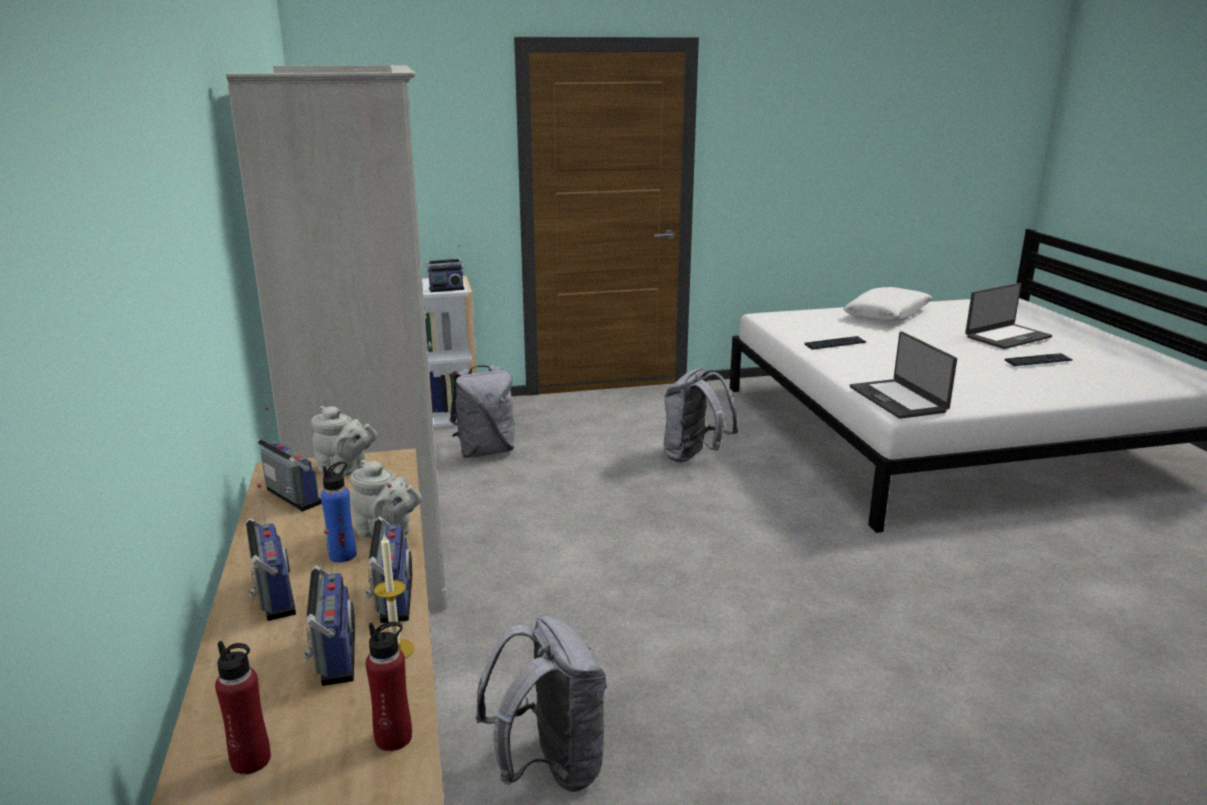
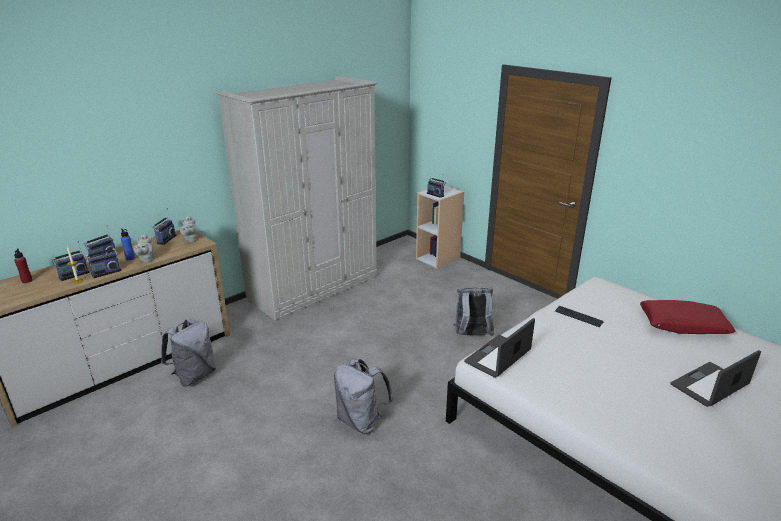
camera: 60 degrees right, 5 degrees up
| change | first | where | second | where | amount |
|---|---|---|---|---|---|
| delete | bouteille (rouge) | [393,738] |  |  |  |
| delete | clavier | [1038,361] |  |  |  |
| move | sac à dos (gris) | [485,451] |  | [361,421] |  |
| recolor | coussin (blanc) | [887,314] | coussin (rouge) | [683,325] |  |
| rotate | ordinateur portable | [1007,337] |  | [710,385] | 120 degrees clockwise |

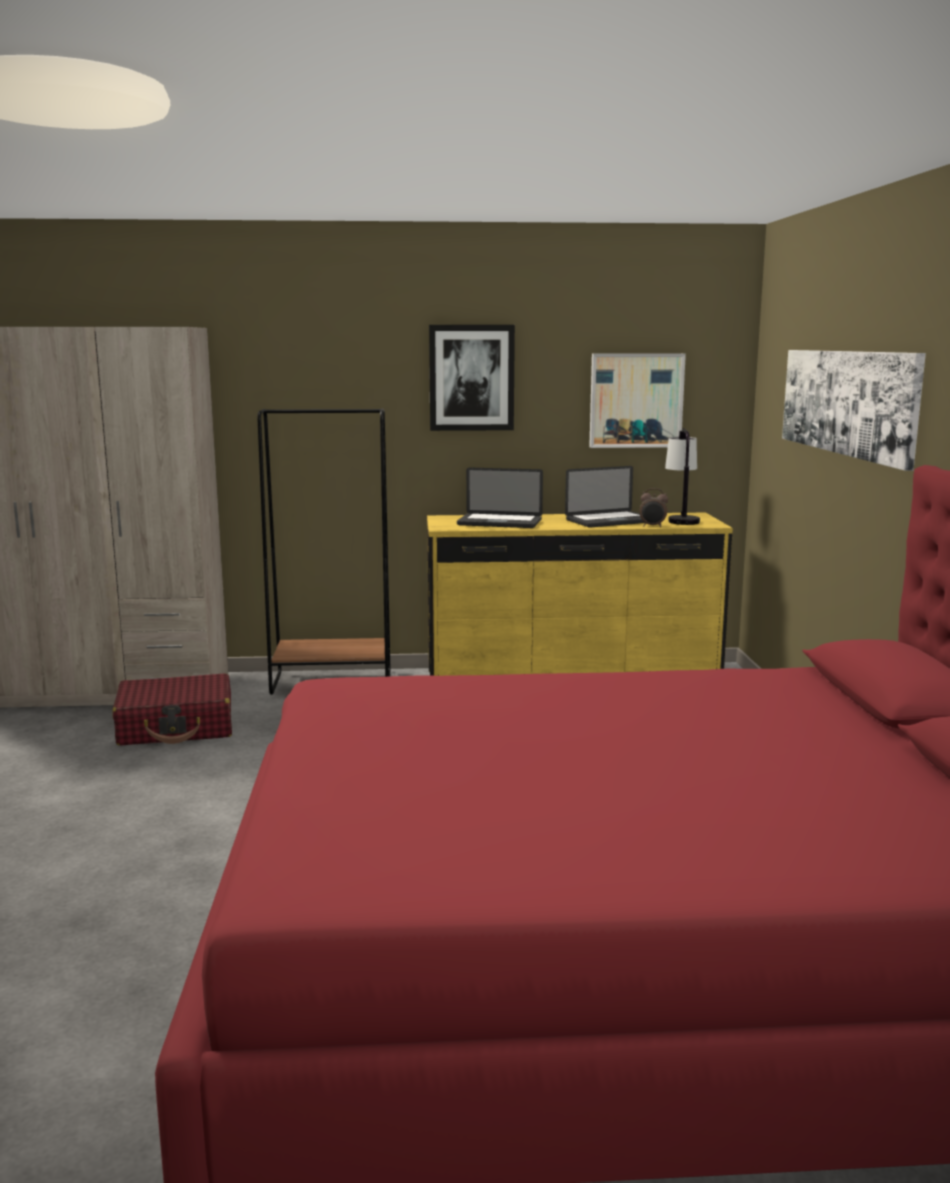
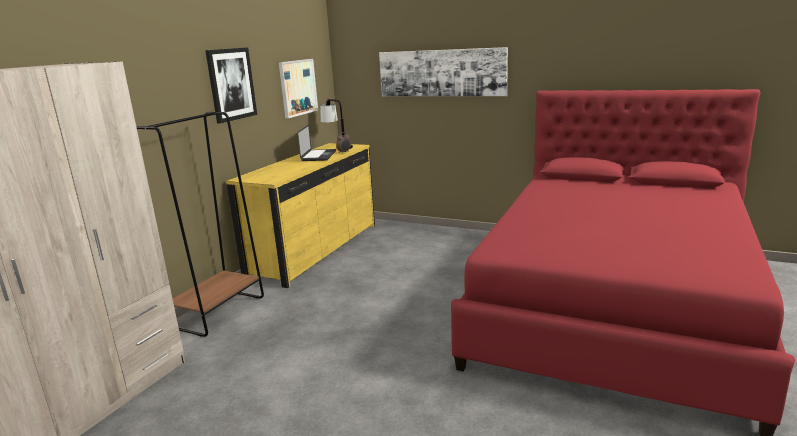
camera: 60 degrees left, 5 degrees up
| change | first | where | second | where | amount |
|---|---|---|---|---|---|
| delete | valise (rouge) | [176,727] |  |  |  |
| delete | ordinateur portable | [499,523] |  |  |  |

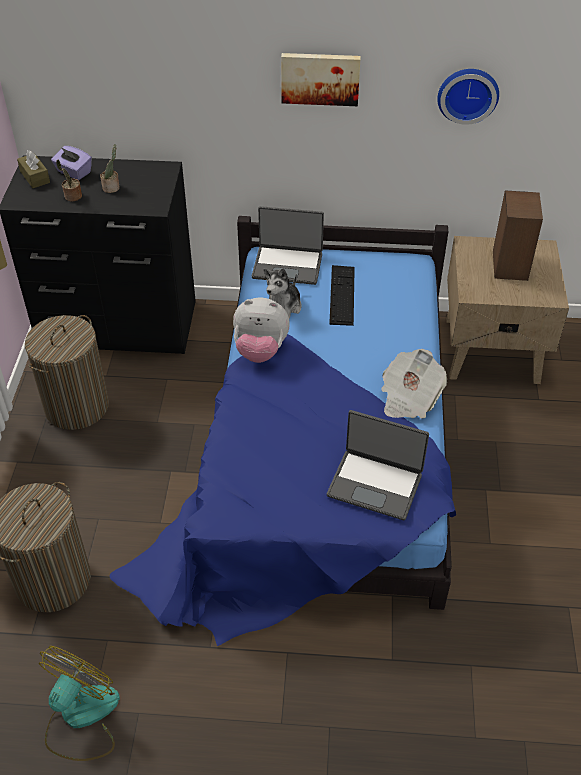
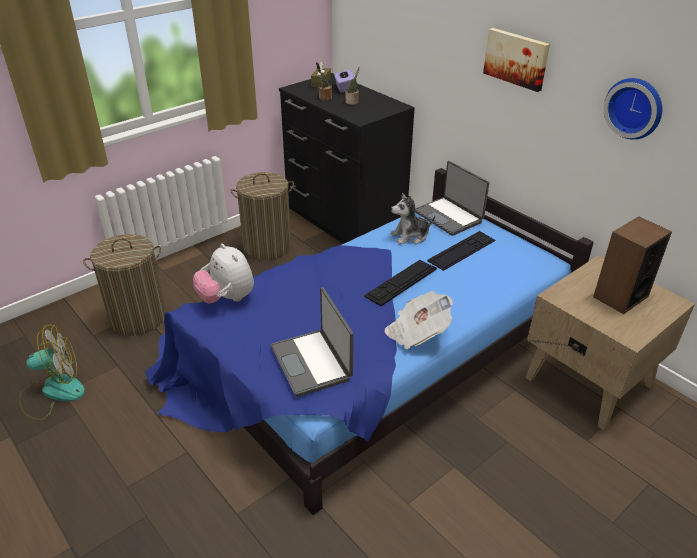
camera: 45 degrees right, 10 degrees down
| change | first | where | second | where | amount |
|---|---|---|---|---|---|
| insert |  |  | clavier | [401,282] |  |
| move | peluche | [260,350] |  | [227,298] |  |

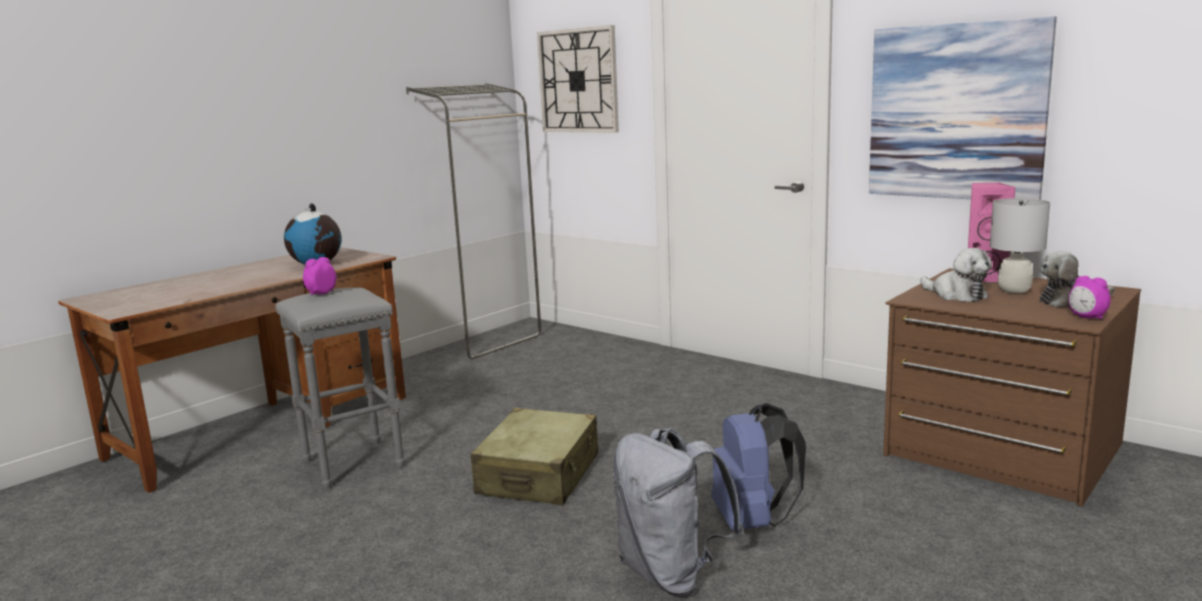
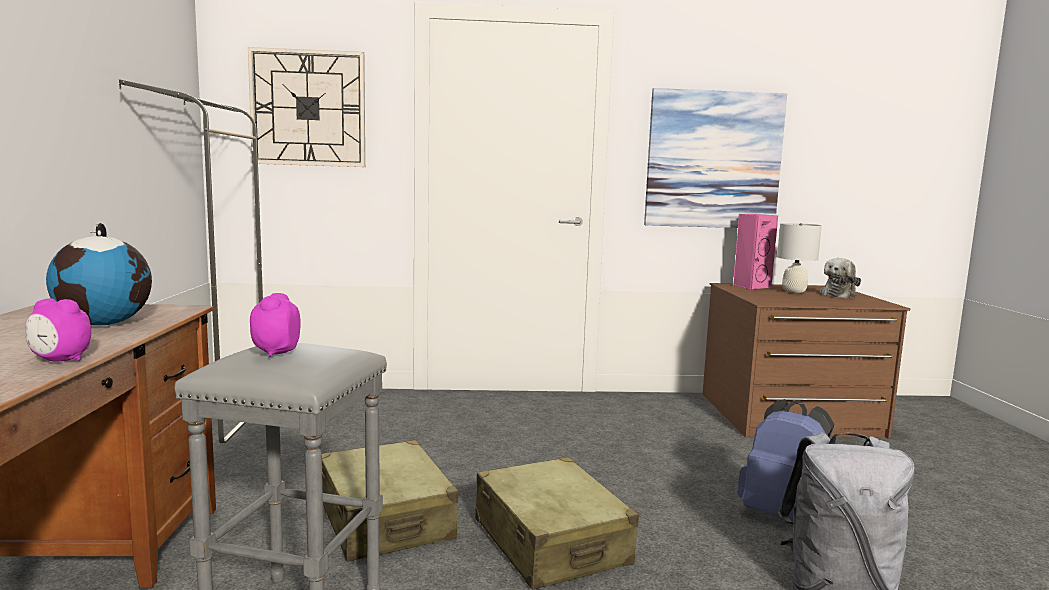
camera: 45 degrees left, 5 degrees down
| change | first | where | second | where | amount |
|---|---|---|---|---|---|
| delete | peluche | [956,295] |  |  |  |
| insert |  |  | valise (beige) | [385,520] |  |
| move | réveil | [1087,317] |  | [60,360] |  |

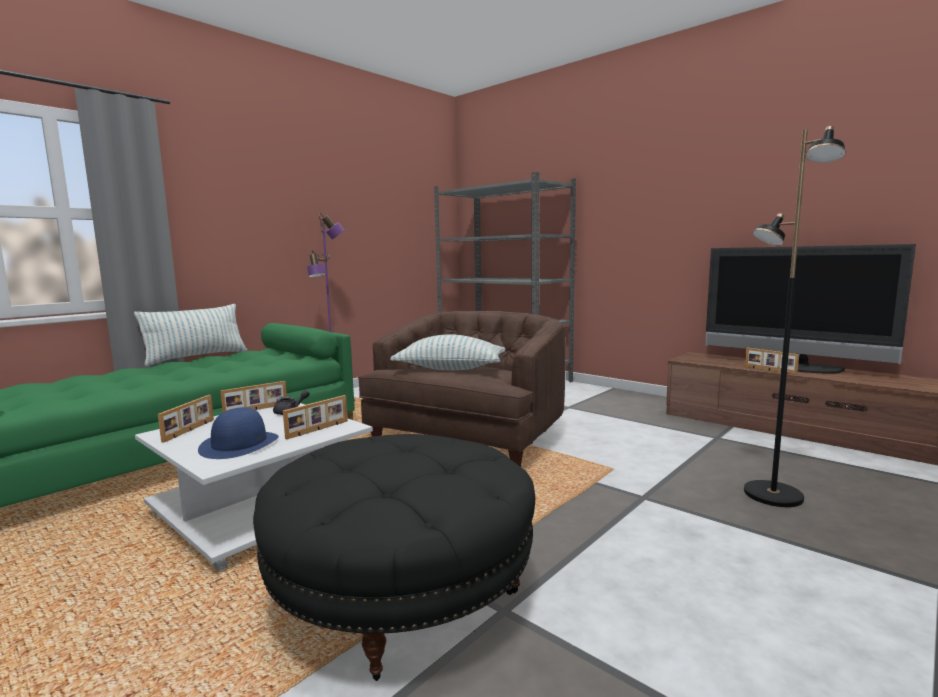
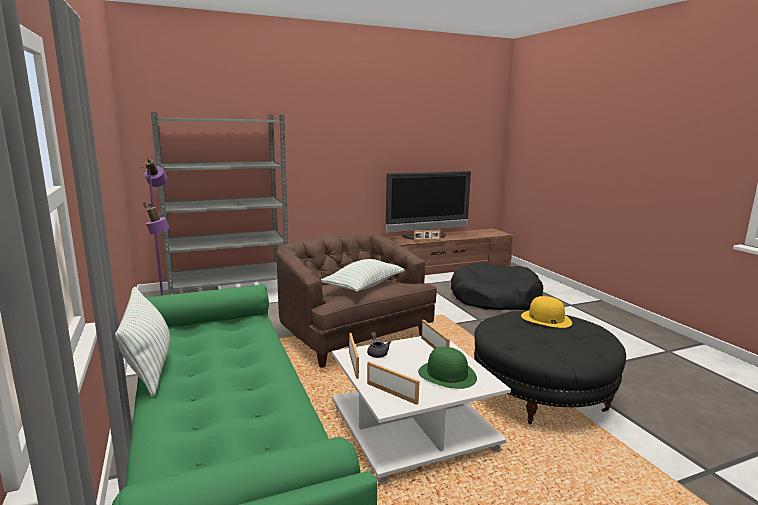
camera: 65 degrees left, 5 degrees up
| change | first | where | second | where | amount |
|---|---|---|---|---|---|
| insert |  |  | chapeau (jaune) | [545,319] |  |
| replace | lampadaire (noir) | [772,495] | panier pour chien (noir) | [494,298] |  |
| recolor | chapeau (bleu) | [239,444] | chapeau (vert) | [446,374] |  |

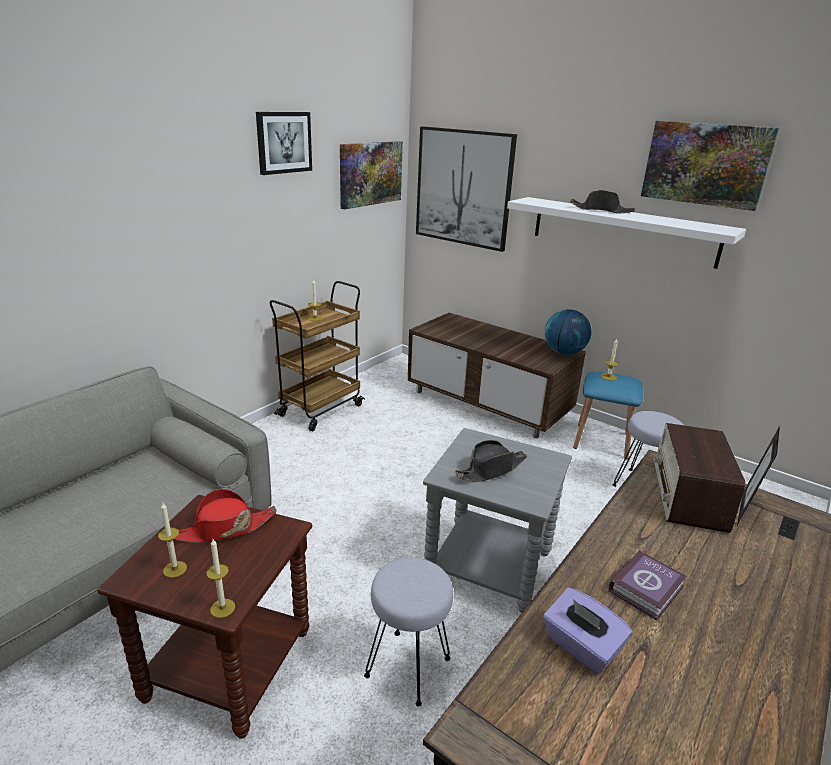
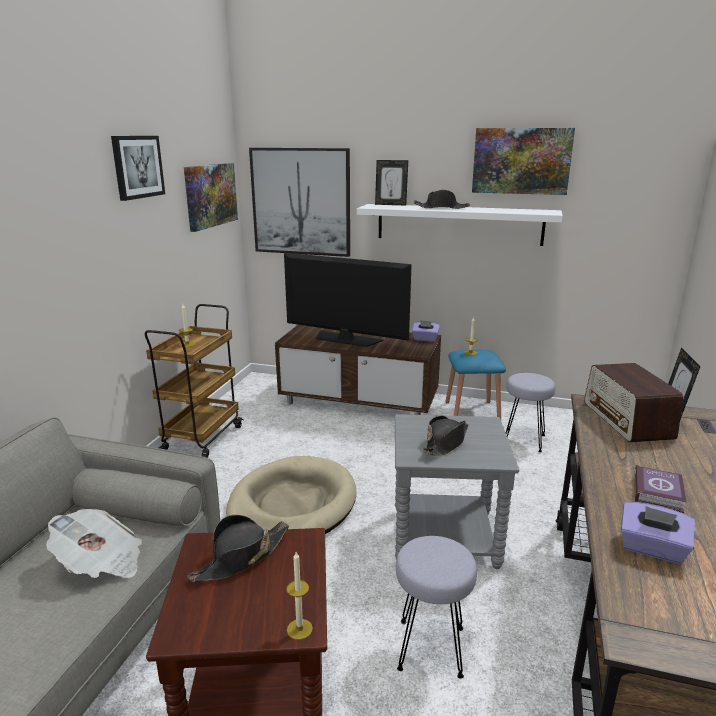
camera: 20 degrees left, 5 degrees down
| change | first | where | second | where | amount |
|---|---|---|---|---|---|
| delete | bougie | [175,569] |  |  |  |
| insert |  |  | journal | [101,563] |  |
| insert |  |  | panier pour chien (beige) | [292,505] |  |
| insert |  |  | téléviseur | [346,339] |  |
| insert |  |  | cadre photo | [391,204] |  |
| replace | globe | [564,353] | boîte à mouchoirs (violet) | [425,339] |  |
| recolor | chapeau (rouge) | [224,529] | chapeau (noir) | [241,557] |  |

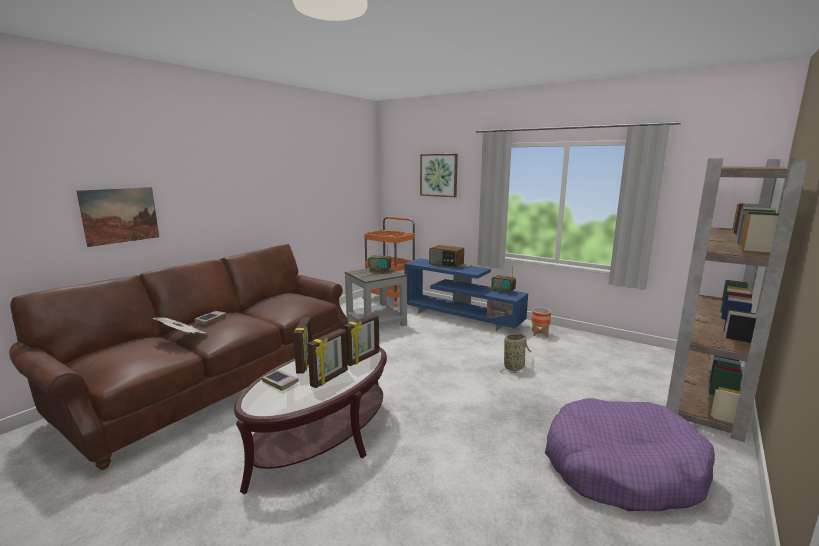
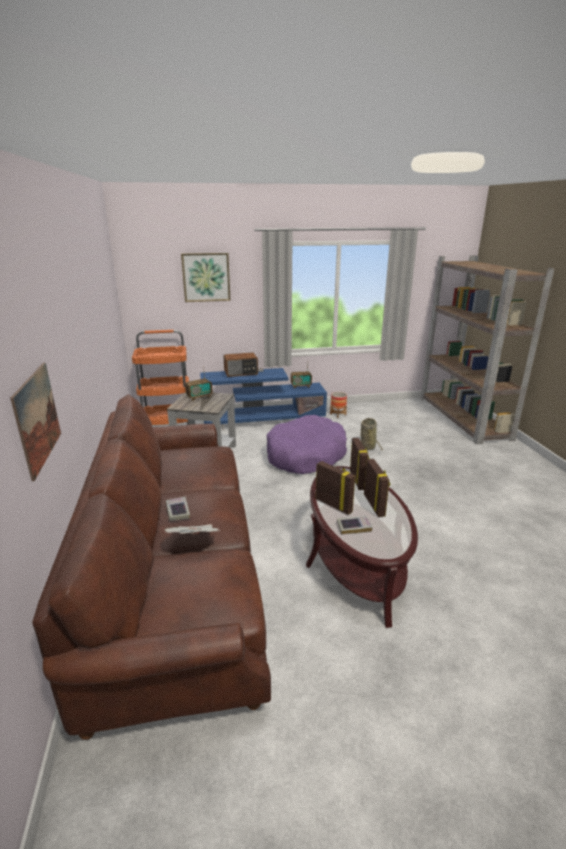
camera: 45 degrees left, 10 degrees up
| change | first | where | second | where | amount |
|---|---|---|---|---|---|
| move | panier pour chien (violet) | [621,468] |  | [305,455] |  |

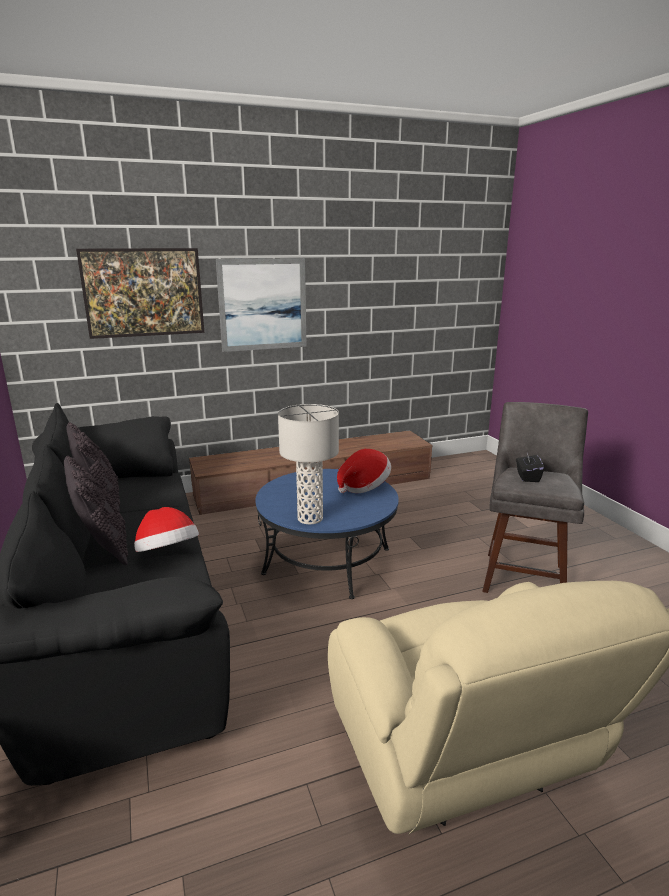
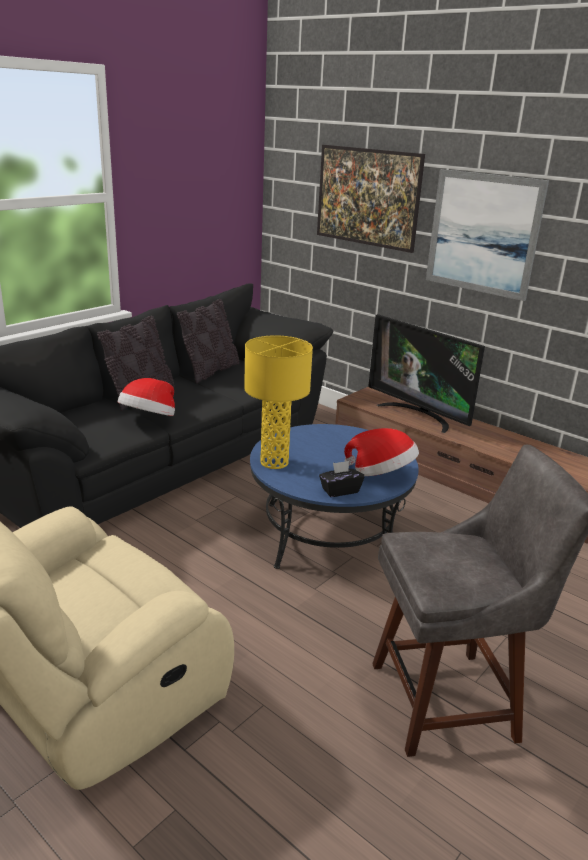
camera: 60 degrees right, 5 degrees up
| change | first | where | second | where | amount |
|---|---|---|---|---|---|
| insert |  |  | téléviseur | [418,415] |  |
| move | boîte à mouchoirs (noir) | [527,477] |  | [340,490] |  |
| recolor | lampe de table (blanc) | [310,518] | lampe de table (jaune) | [274,462] |  |

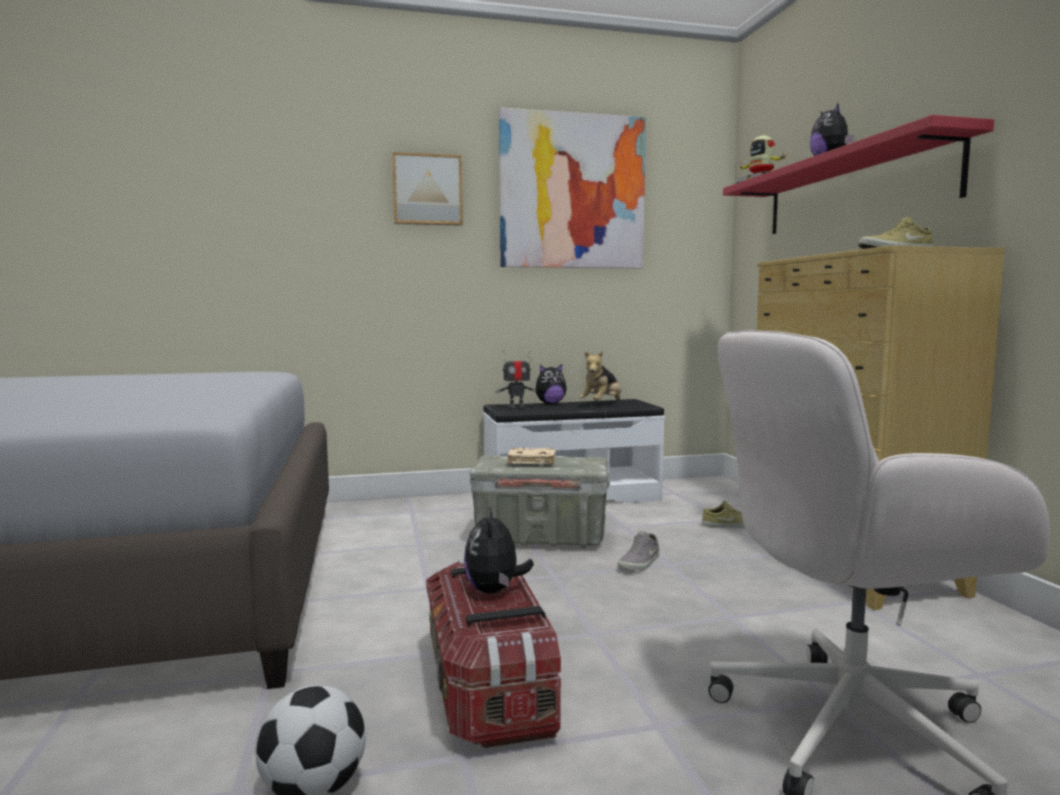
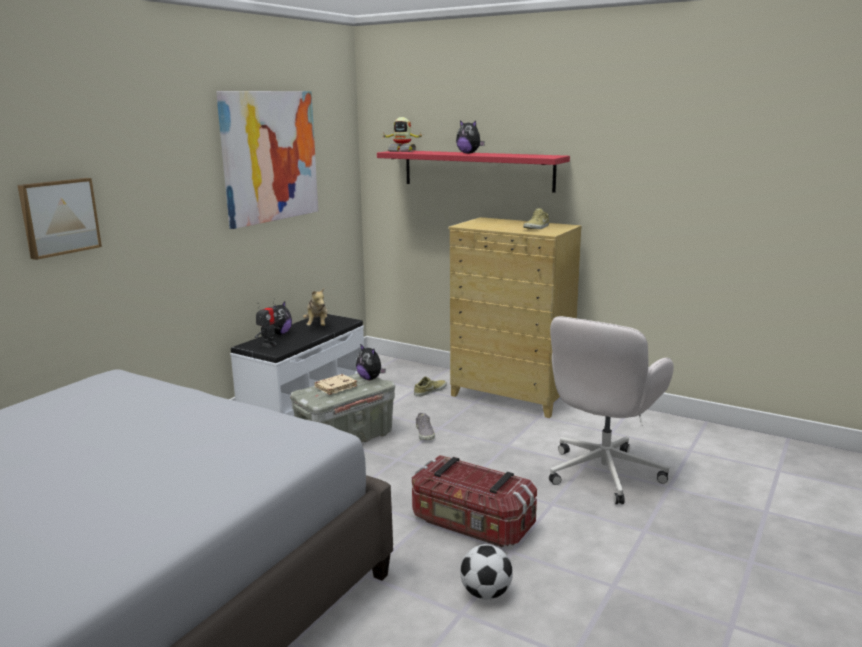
camera: 45 degrees left, 10 degrees up
| change | first | where | second | where | amount |
|---|---|---|---|---|---|
| move | tableau | [427,190] |  | [59,217] |  |
| move | peluche | [495,590] |  | [370,378] |  |

